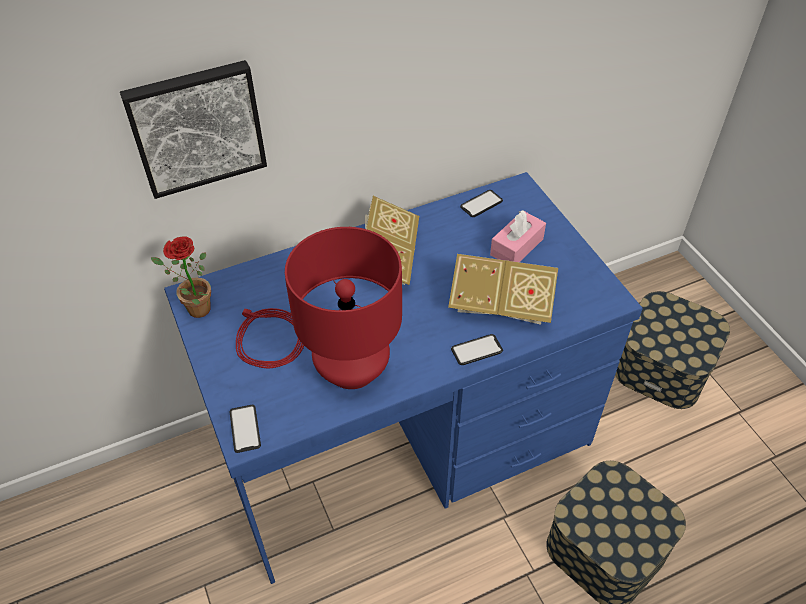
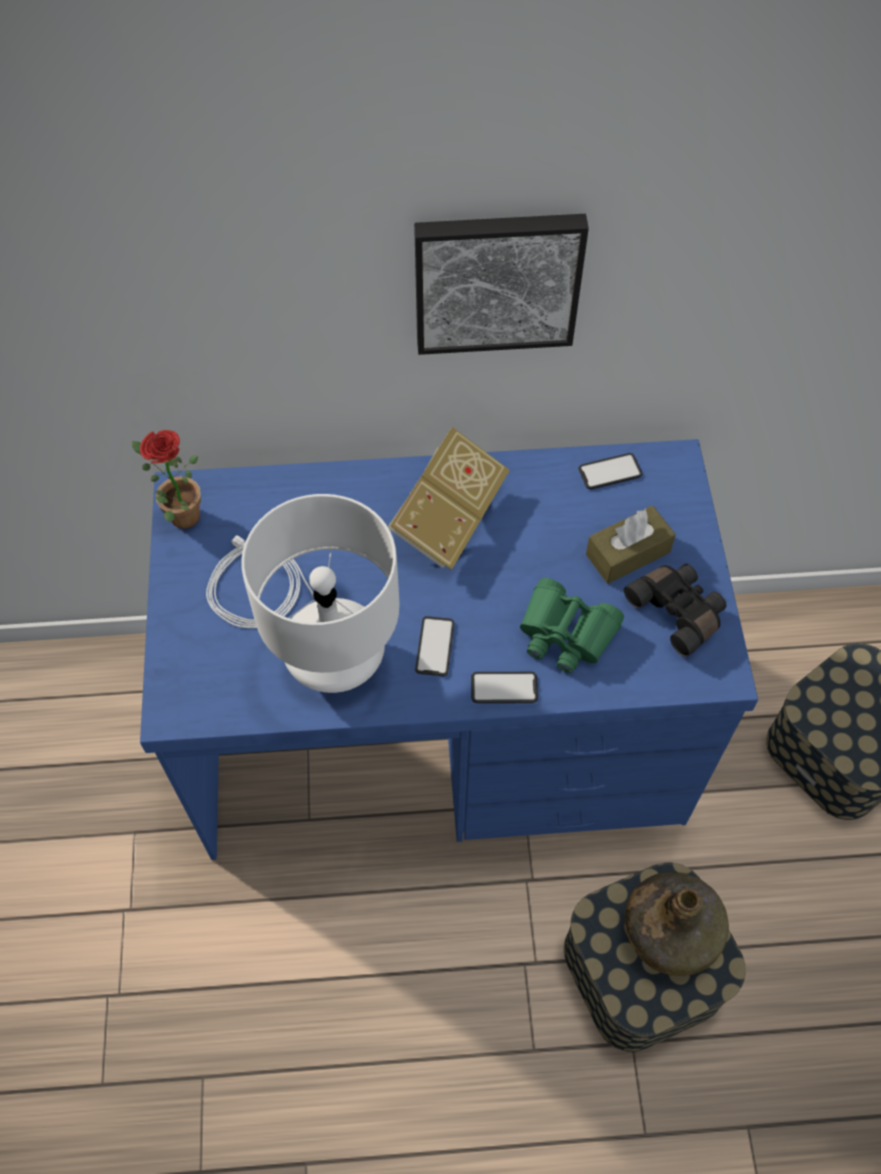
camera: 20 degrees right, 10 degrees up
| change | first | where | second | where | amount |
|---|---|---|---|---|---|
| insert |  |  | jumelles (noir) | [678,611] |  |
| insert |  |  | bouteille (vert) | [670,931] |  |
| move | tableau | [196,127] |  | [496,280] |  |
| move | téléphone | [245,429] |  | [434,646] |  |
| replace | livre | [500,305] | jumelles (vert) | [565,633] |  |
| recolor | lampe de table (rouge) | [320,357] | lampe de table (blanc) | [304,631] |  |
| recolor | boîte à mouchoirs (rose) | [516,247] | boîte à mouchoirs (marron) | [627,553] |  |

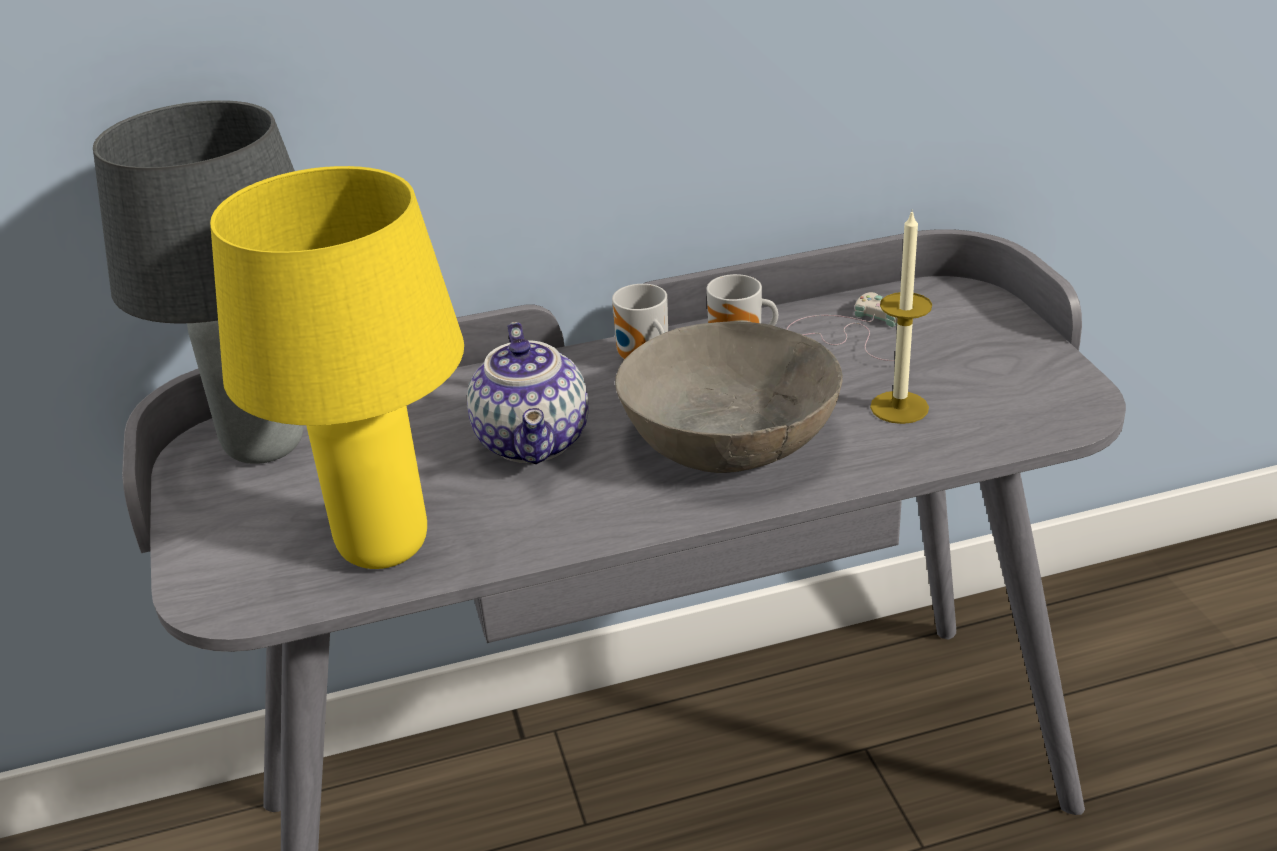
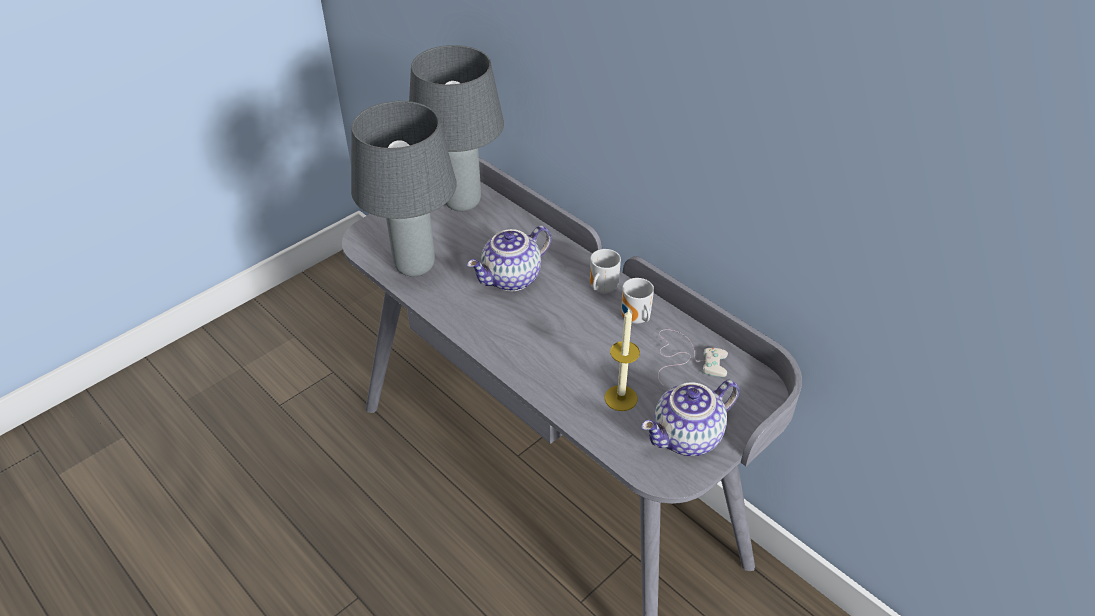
camera: 60 degrees right, 10 degrees up
| change | first | where | second | where | amount |
|---|---|---|---|---|---|
| delete | bol (gris) | [729,436] |  |  |  |
| insert |  |  | théière | [687,438] |  |
| recolor | lampe de table (jaune) | [383,545] | lampe de table (gris) | [416,265] |  |

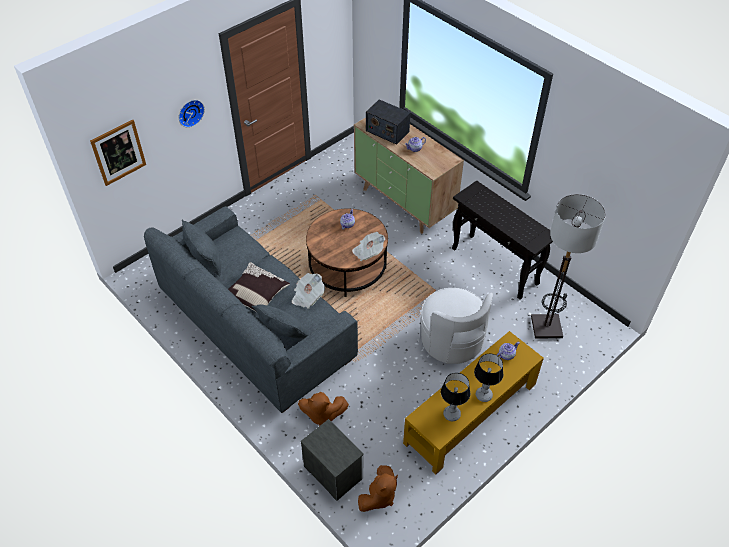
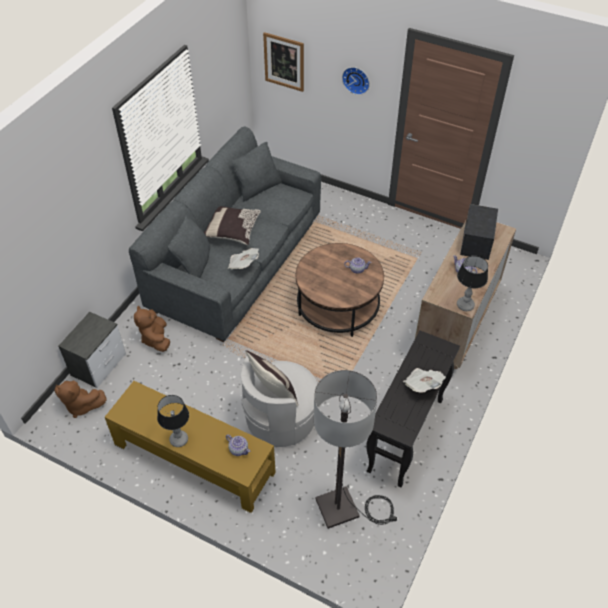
camera: 70 degrees right, 0 degrees up
| change | first | where | second | where | amount |
|---|---|---|---|---|---|
| insert |  |  | coussin | [273,392] |  |
| move | journal | [368,252] |  | [422,385] |  |
| move | lampe de table | [452,414] |  | [465,305] |  |

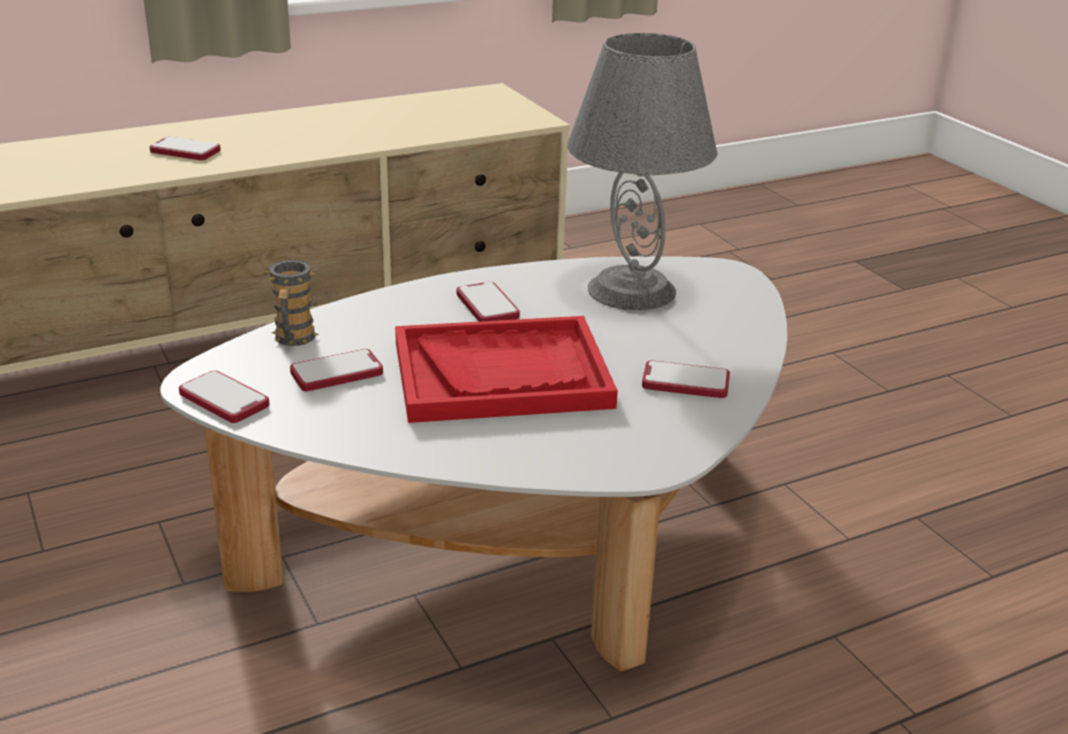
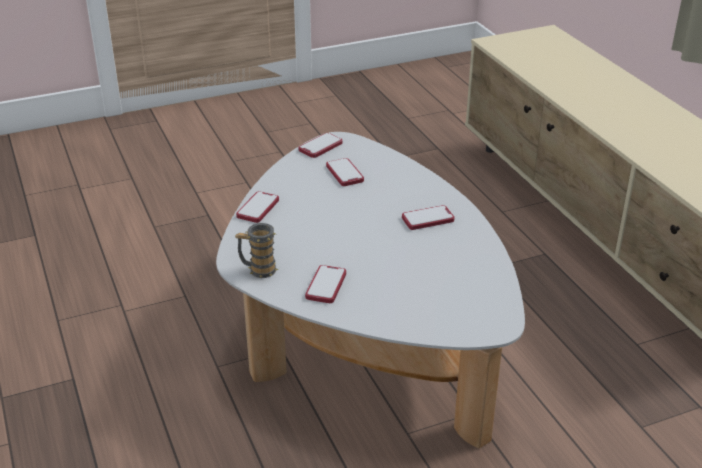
camera: 95 degrees right, 5 degrees up
| change | first | where | second | where | amount |
|---|---|---|---|---|---|
| delete | plateau (rouge) | [502,374] |  |  |  |
| delete | lampe de table (gris) | [633,290] |  |  |  |
| move | téléphone | [185,151] |  | [258,208] |  |
| move | mug | [293,340] |  | [258,270] |  |

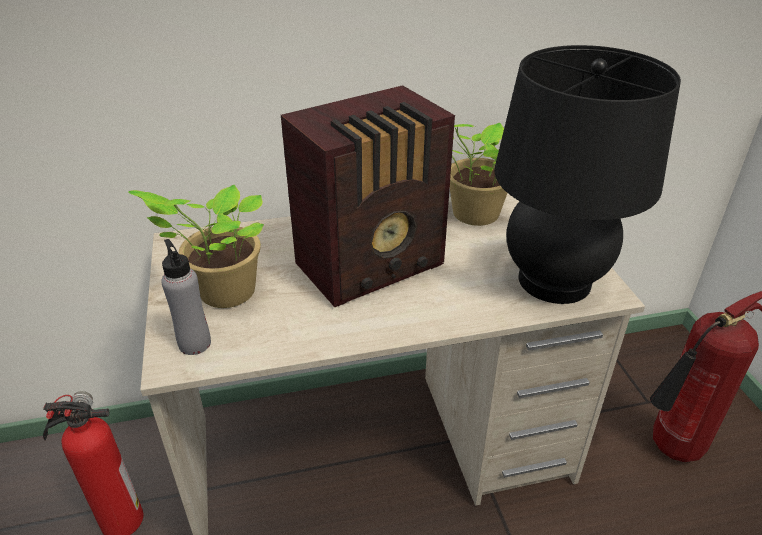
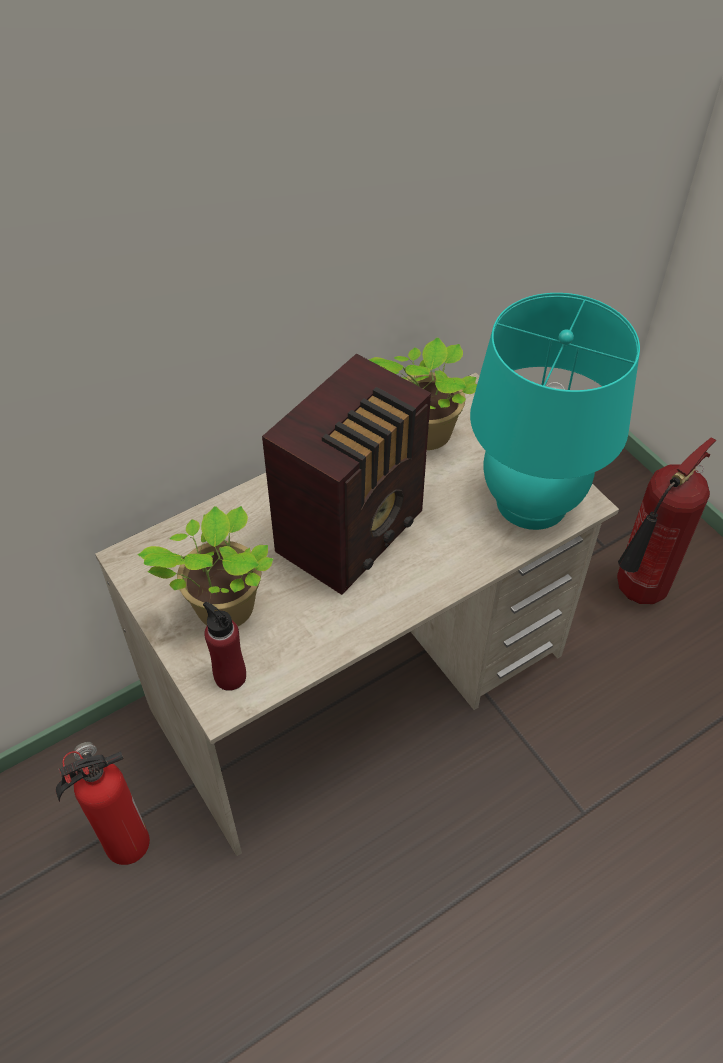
camera: 20 degrees left, 15 degrees up
| change | first | where | second | where | amount |
|---|---|---|---|---|---|
| recolor | bouteille (gris) | [194,343] | bouteille (rouge) | [230,676] |  |
| recolor | lampe de table (noir) | [554,281] | lampe de table (turquoise) | [531,502] |  |

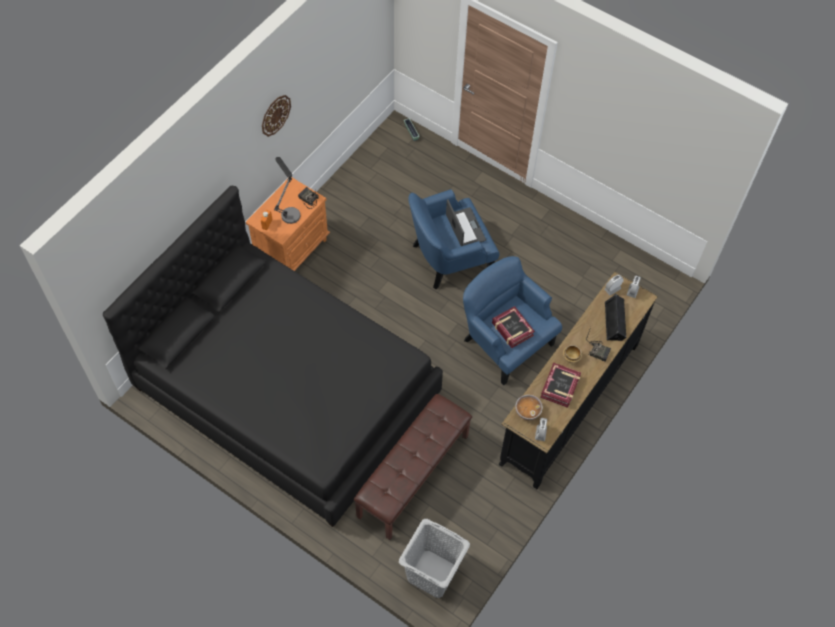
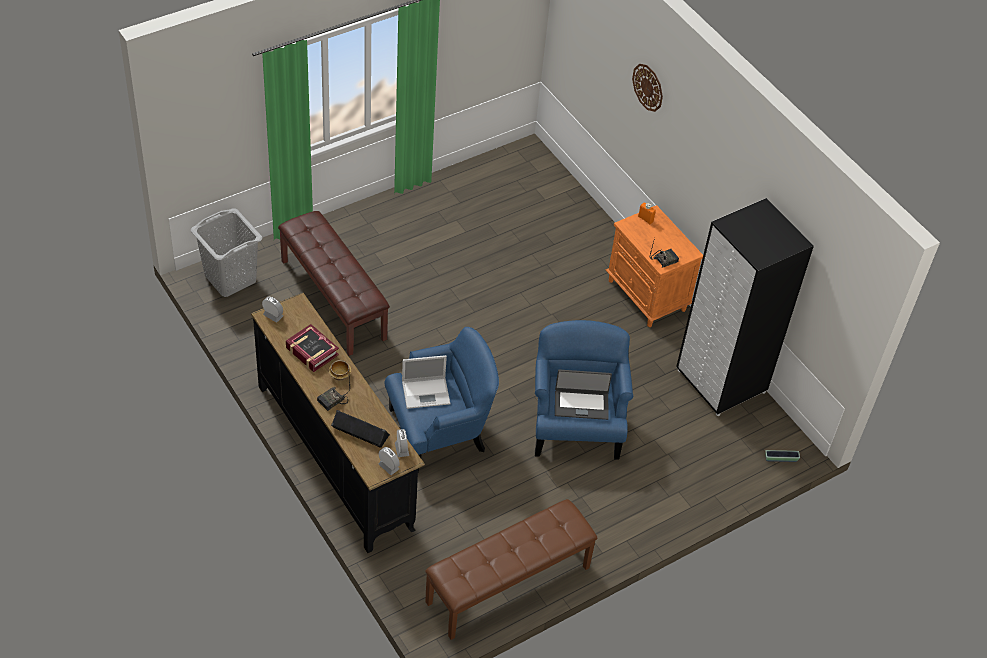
camera: 110 degrees right, 10 degrees down
| change | first | where | second | where | amount |
|---|---|---|---|---|---|
| delete | lit (noir) | [287,390] |  |  |  |
| delete | lampe de table | [289,211] |  |  |  |
| delete | bol | [527,411] |  |  |  |
| insert |  |  | banc (marron) | [508,585] |  |
| insert |  |  | armoire | [721,382] |  |
| move | horloge murale | [275,115] |  | [648,87] |  |
| replace | livre | [512,329] | ordinateur portable | [427,392] |  |

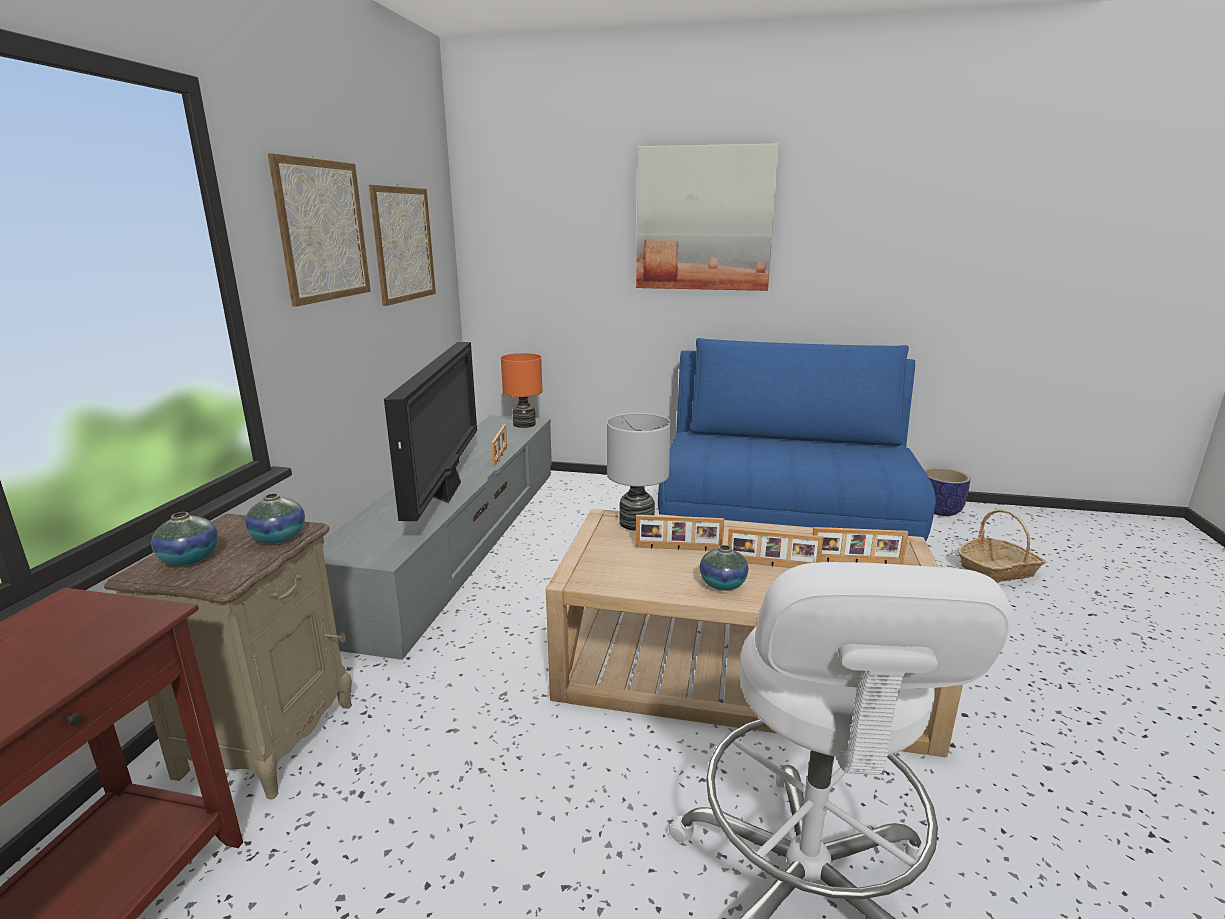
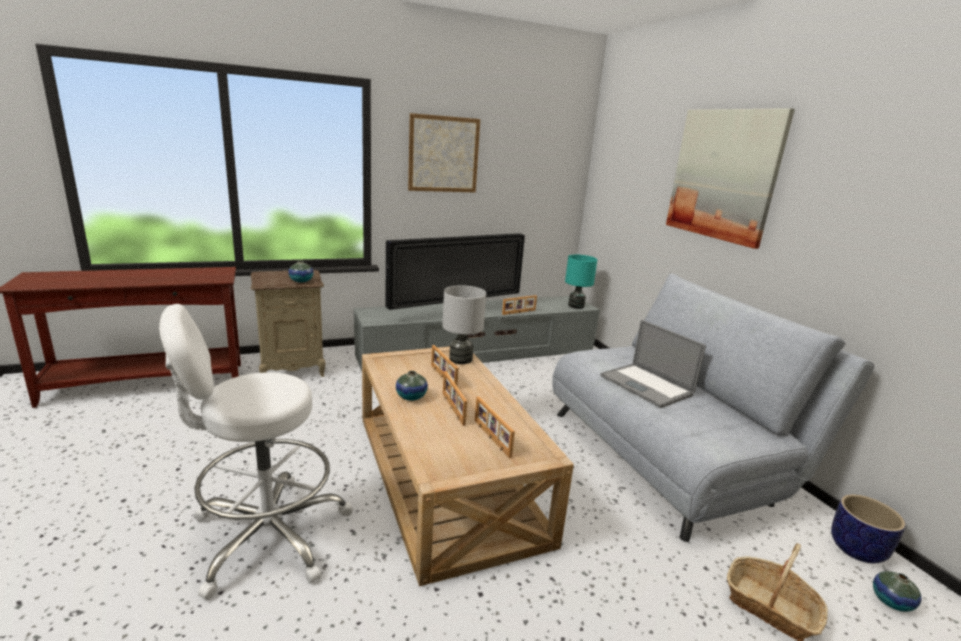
camera: 55 degrees right, 0 degrees up
| change | first | where | second | where | amount |
|---|---|---|---|---|---|
| delete | tableau | [403,243] |  |  |  |
| insert |  |  | ordinateur portable | [645,385] |  |
| move | vase | [190,559] |  | [891,601] |  |
| recolor | lampe de table (orange) | [524,424] | lampe de table (turquoise) | [576,306] |  |
| recolor | canapé (bleu) | [782,522] | canapé (gris) | [668,454] |  |

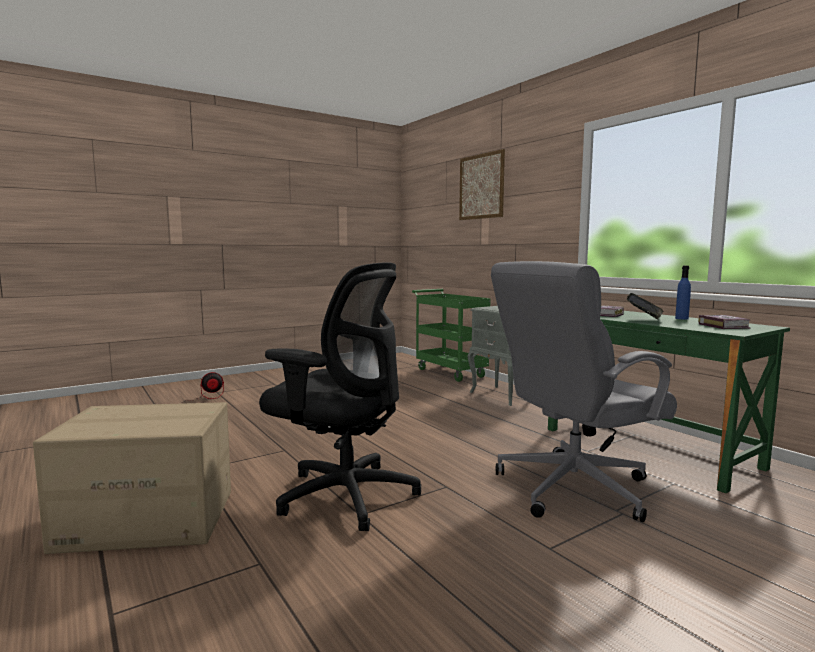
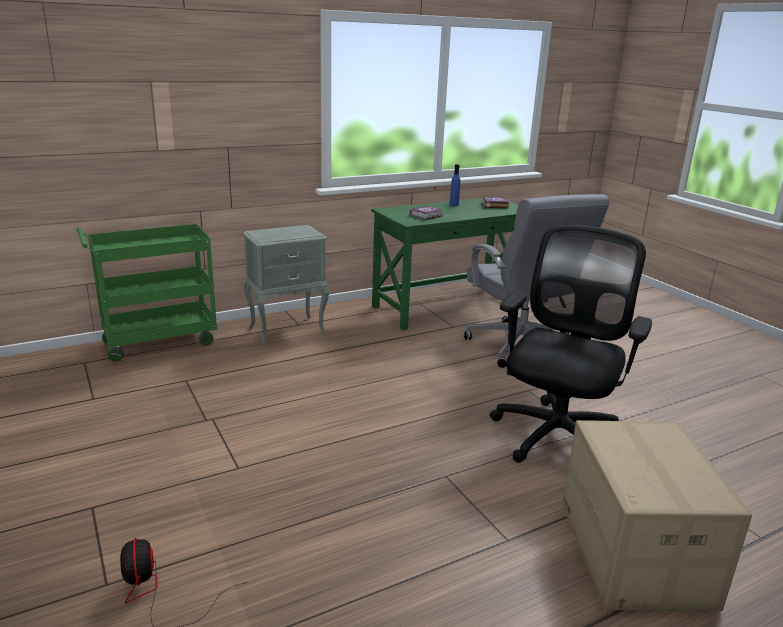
camera: 85 degrees left, 15 degrees up
| change | first | where | second | where | amount |
|---|---|---|---|---|---|
| delete | tableau | [481,185] |  |  |  |
| delete | livre | [644,321] |  |  |  |

